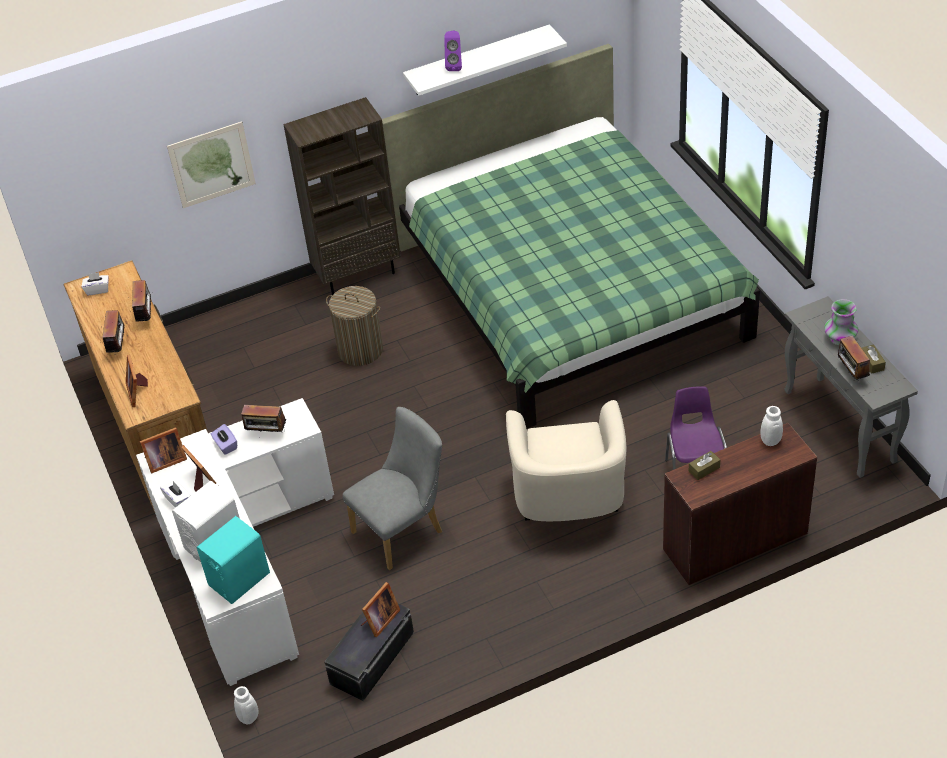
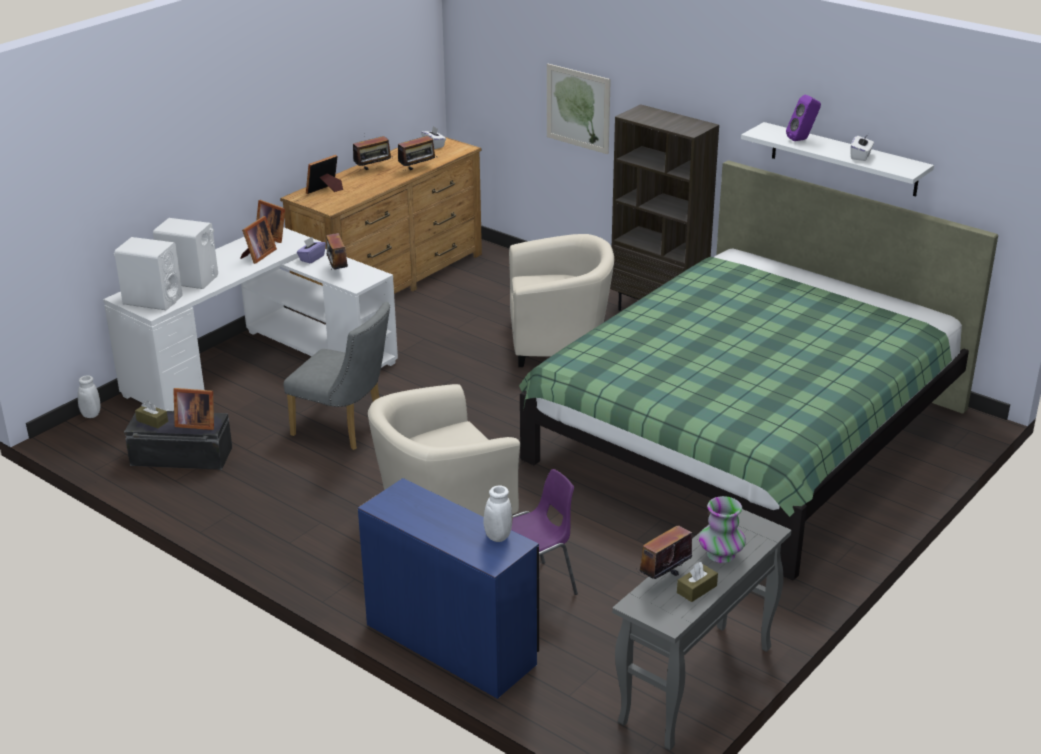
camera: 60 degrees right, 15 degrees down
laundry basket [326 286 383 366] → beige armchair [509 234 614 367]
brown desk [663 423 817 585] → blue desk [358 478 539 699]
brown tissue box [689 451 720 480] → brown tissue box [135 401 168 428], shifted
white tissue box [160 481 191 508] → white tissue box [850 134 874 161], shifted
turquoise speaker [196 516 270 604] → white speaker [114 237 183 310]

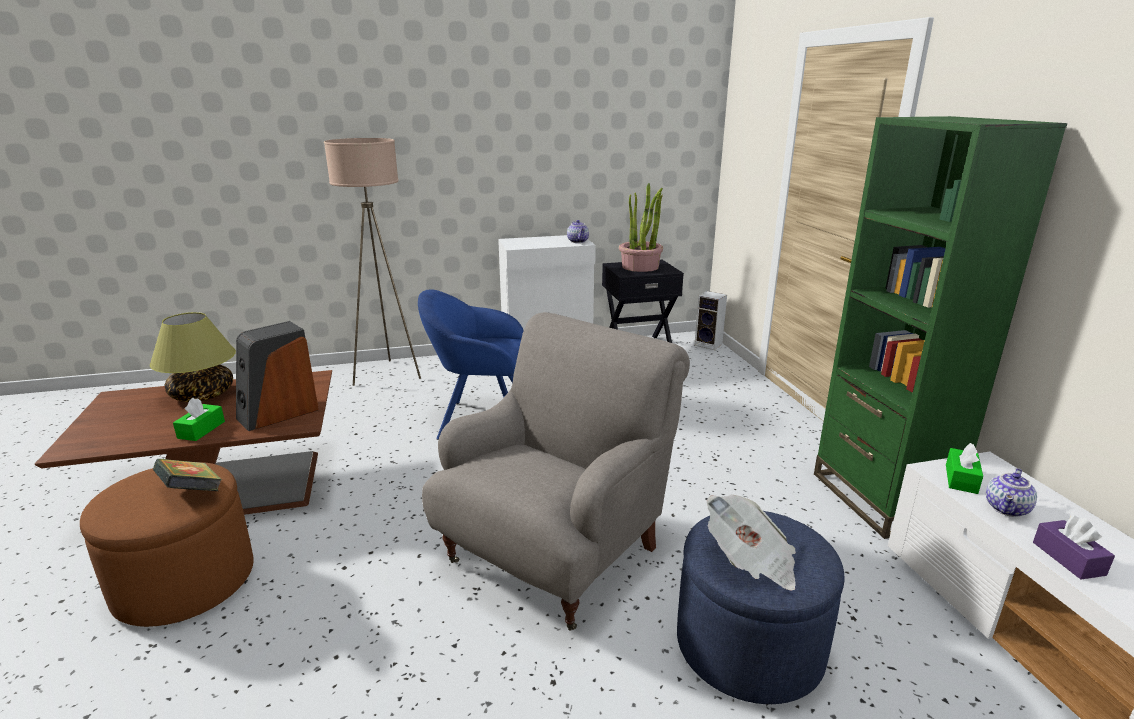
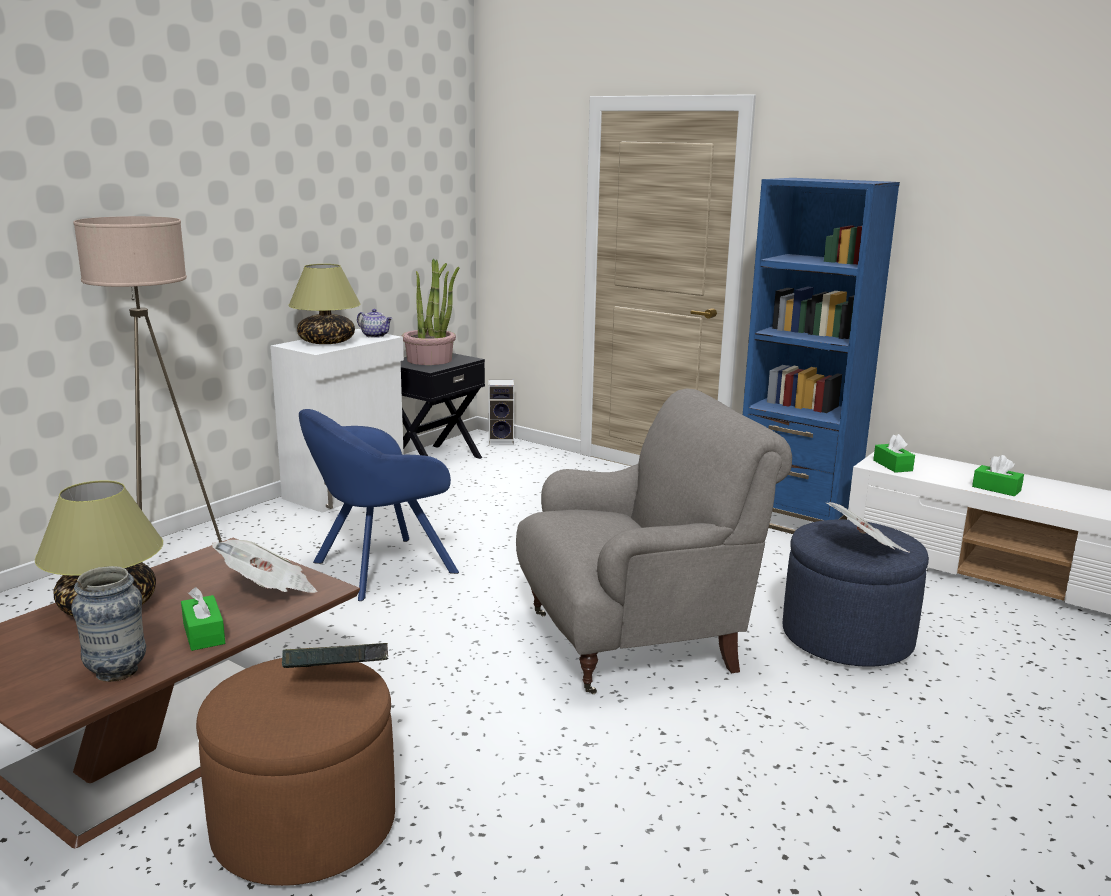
camera: 40 degrees left, 5 degrees down
green bookcase [814 116 1068 539] → blue bookcase [743 178 900 534]
grey armchair [422 312 690 631] → grey armchair [516 388 792 694], 75 degrees clockwise
speaker [236 321 319 431] → newspaper [212 540 318 593]
teapot [986 468 1037 517] → -
purple tissue box [1033 515 1115 579] → green tissue box [972 455 1024 496]
- → table lamp [288 264 361 344]
- → vase [71 566 146 682]

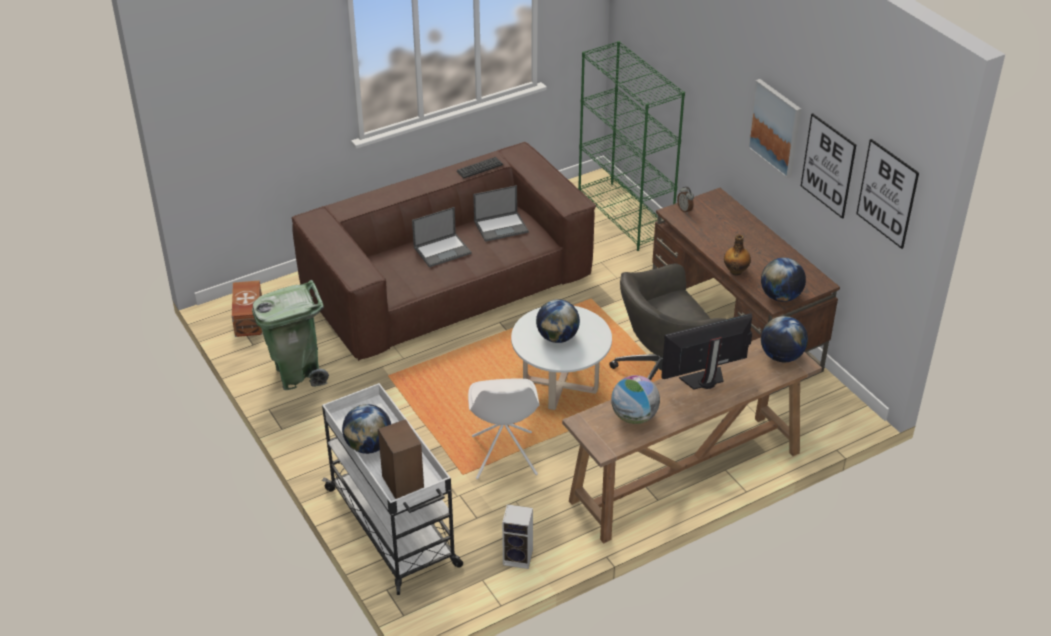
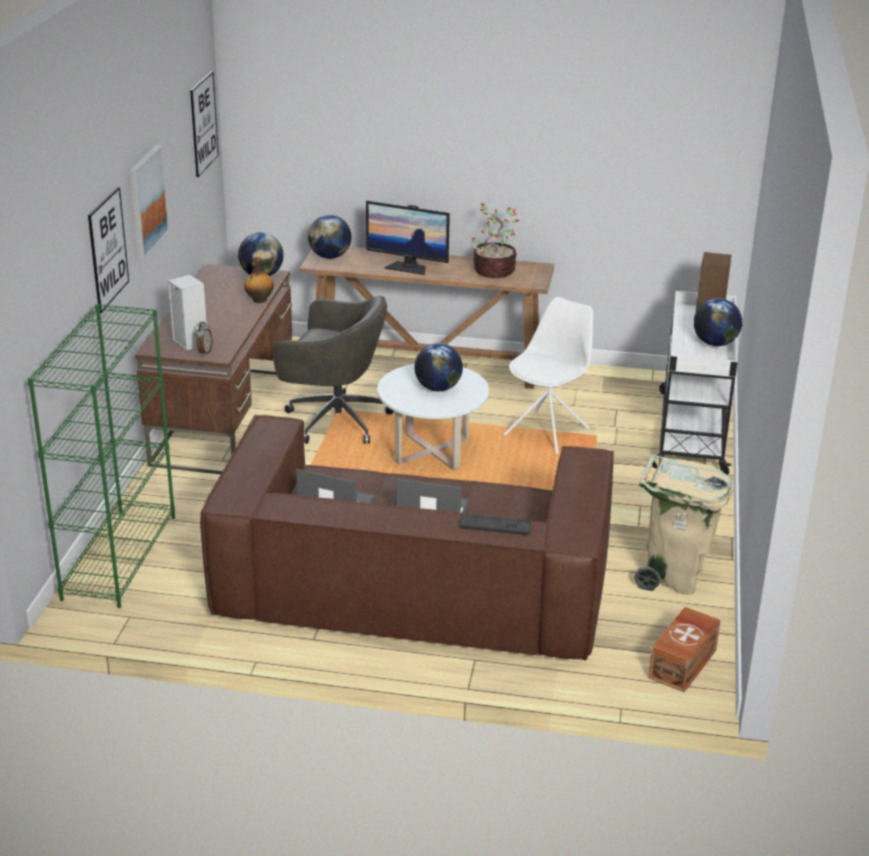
camera: 140 degrees left, 10 degrees down
picture [801 113 856 219] → picture [88 187 129 313], shifted
keyboard [457 157 503 178] → keyboard [459 514 532 535], shifted
green trash can [252 280 329 390] → beige trash can [634 454 732 595]
globe [611 375 660 424] → potted plant [472 203 519 278]
speaker [502 504 533 569] → speaker [168 274 207 350], shifted

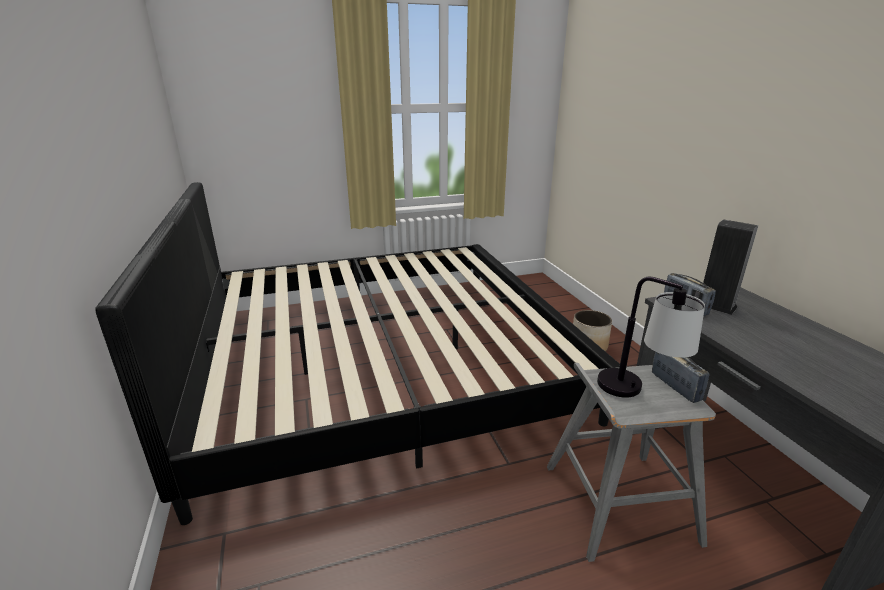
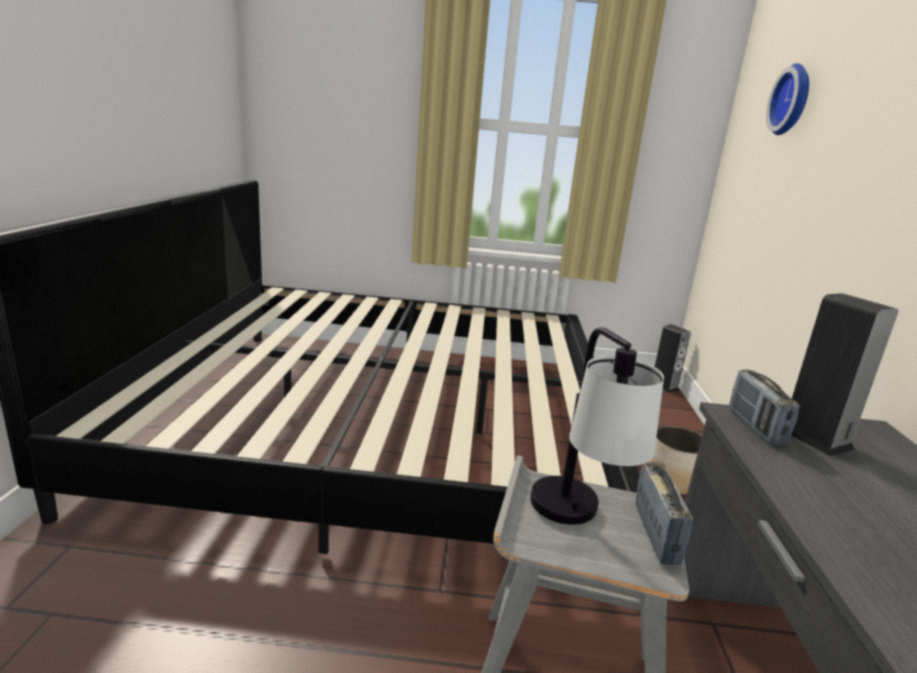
camera: 20 degrees right, 5 degrees down
- → wall clock [766 63 809 135]
- → speaker [655 324 691 393]

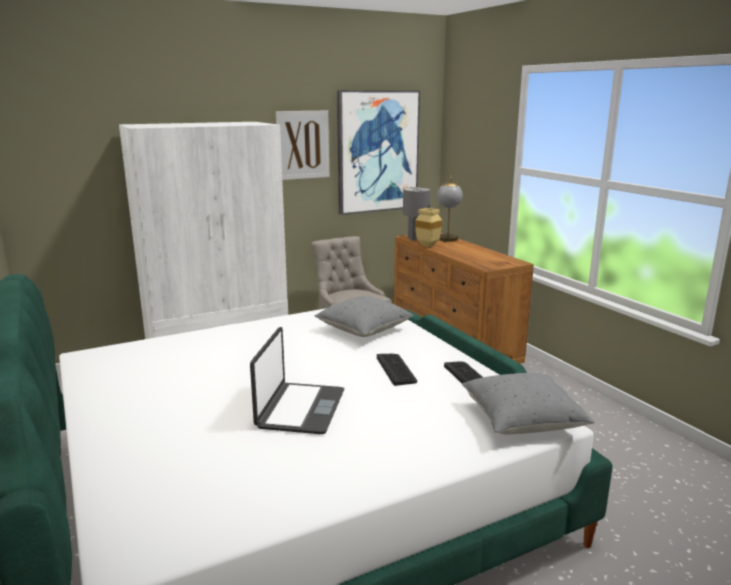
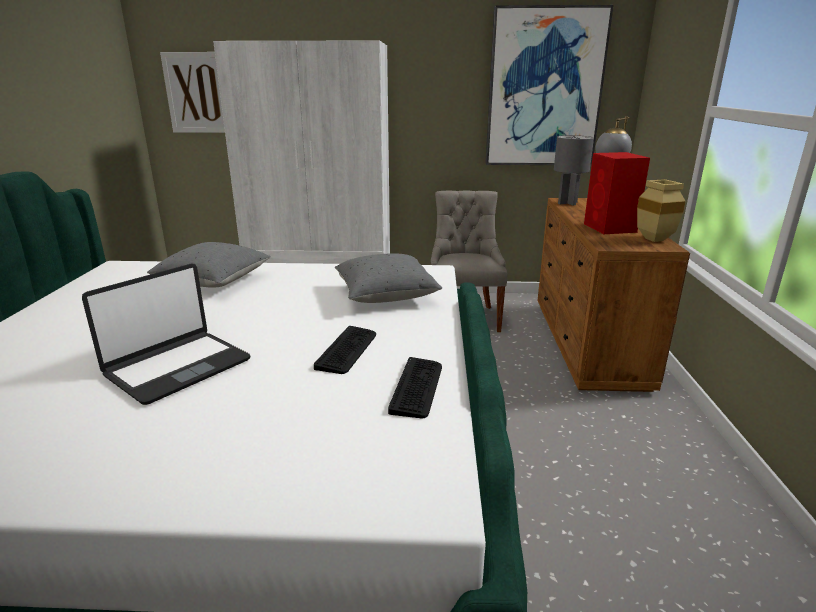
camera: 30 degrees right, 5 degrees up
picture [276 111 329 180] → picture [160 52 225 133], shifted
beige vase [415 208 442 247] → beige vase [637 179 686 242], shifted
grey pillow [462 373 595 434] → grey pillow [147 242 271 288], shifted
- → red speaker [584 152 650 234]

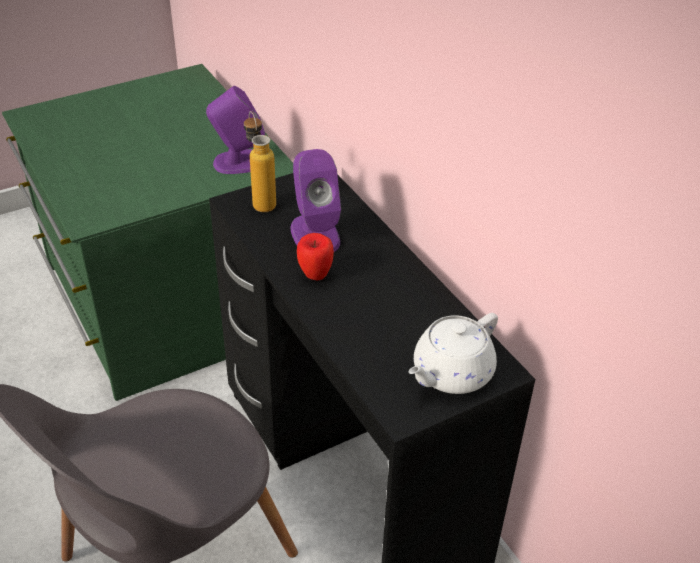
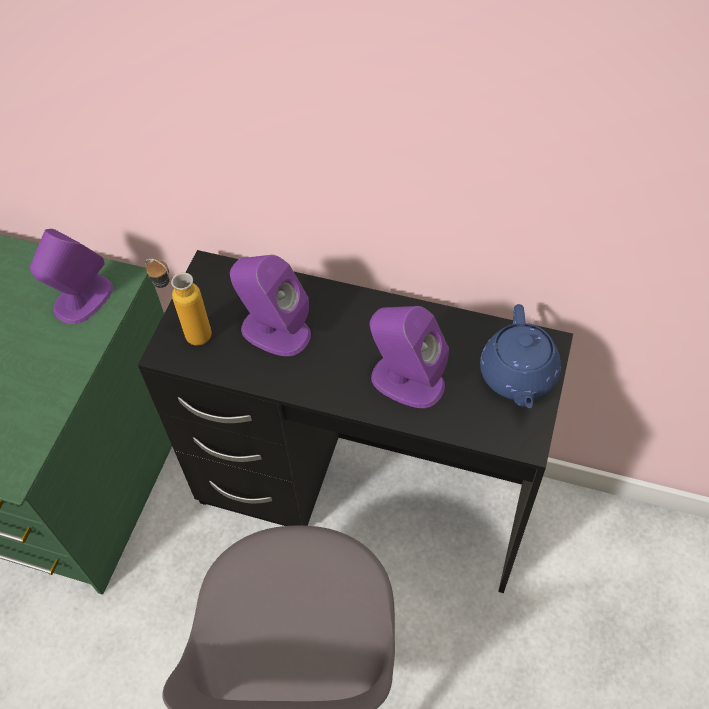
camera: 40 degrees left, 15 degrees up
apple [297 233 334 281] → -
white teapot [408 313 498 394] → blue teapot [480 304 561 408]
- → purple speaker [370 306 449 408]

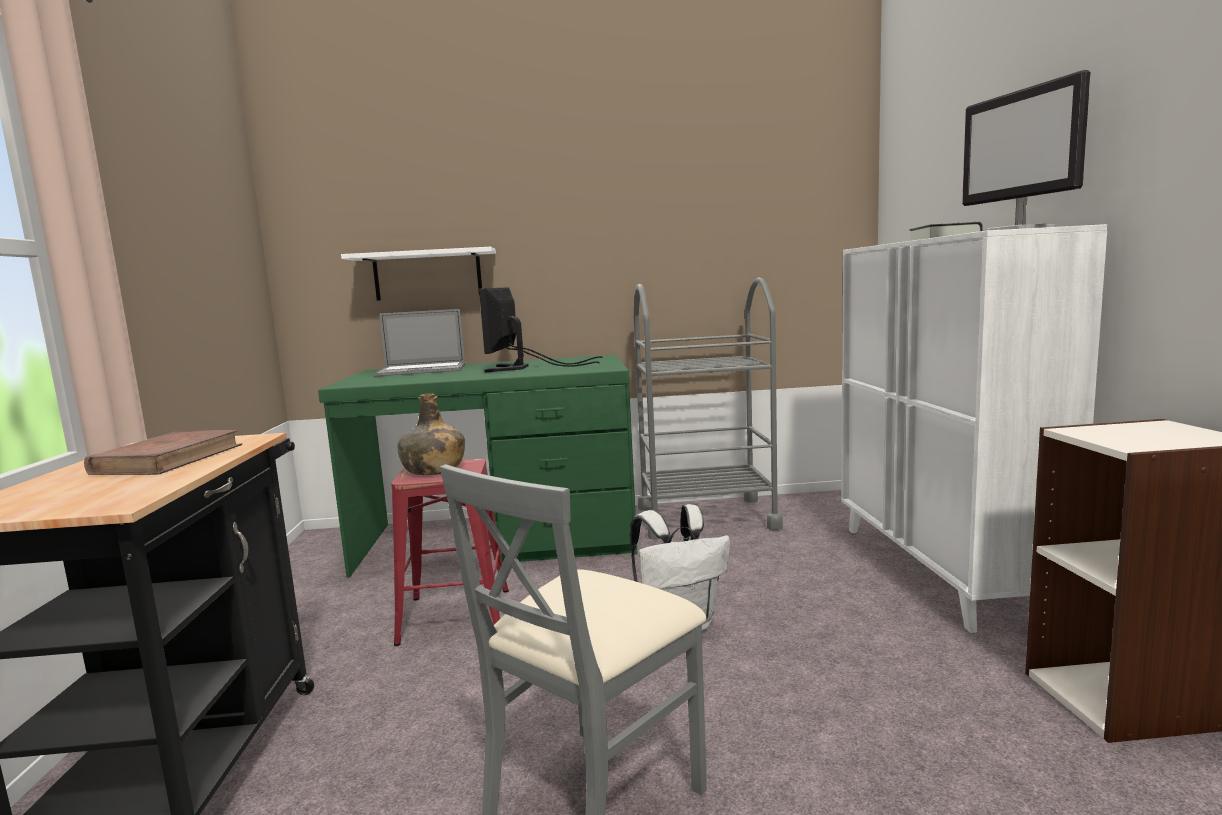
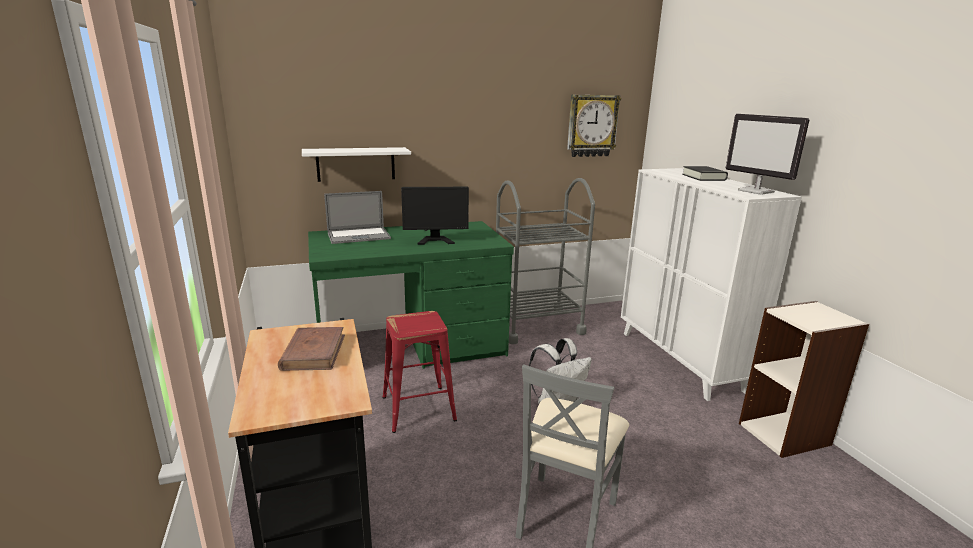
camera: 15 degrees left, 10 degrees up
monitor [479 287 602 373] → monitor [401 187 469 245], 90 degrees counterclockwise
green bottle [397 393 465 475] → -
- → wall clock [567 95 621 157]

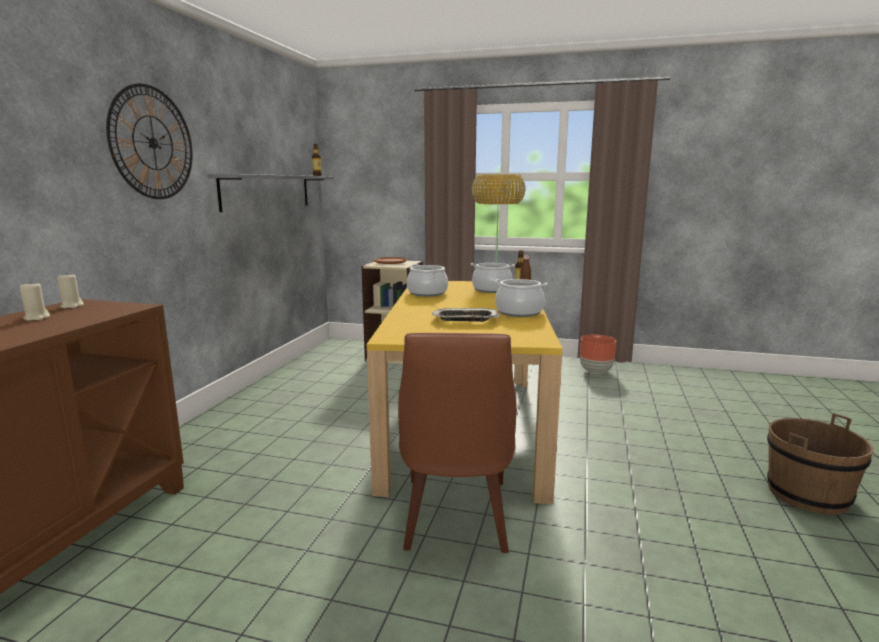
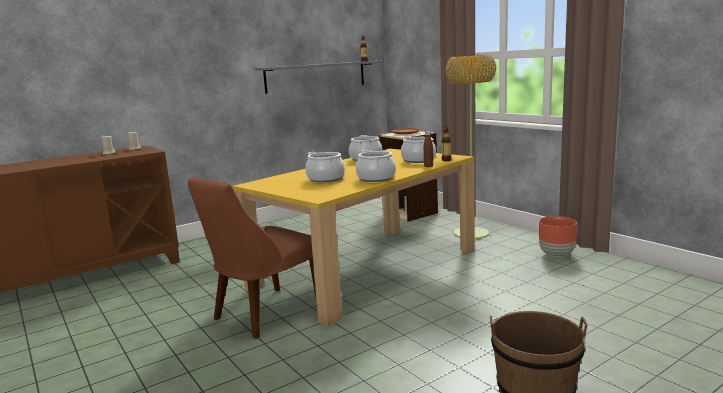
camera: 40 degrees right, 0 degrees up
wall clock [106 83 192 199] → -
tray [432 308 500 322] → cooking pot [305 152 345 182]

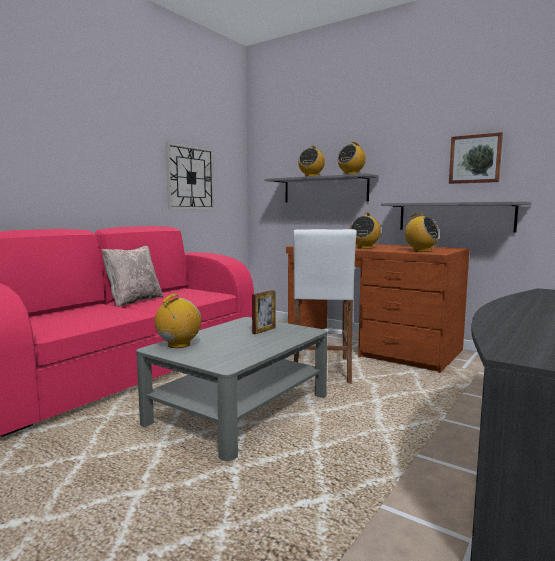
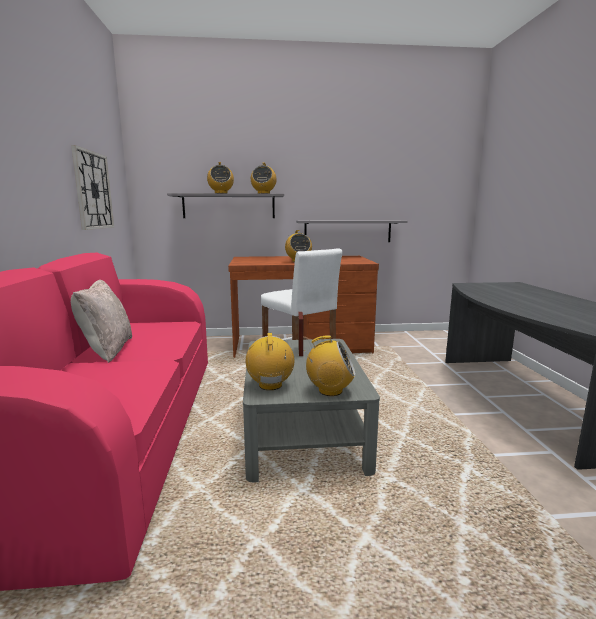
camera: 40 degrees left, 5 degrees up
picture [449 132 503 184] → -
radio [404 212 440 252] → radio [304 336 356 396], shifted

